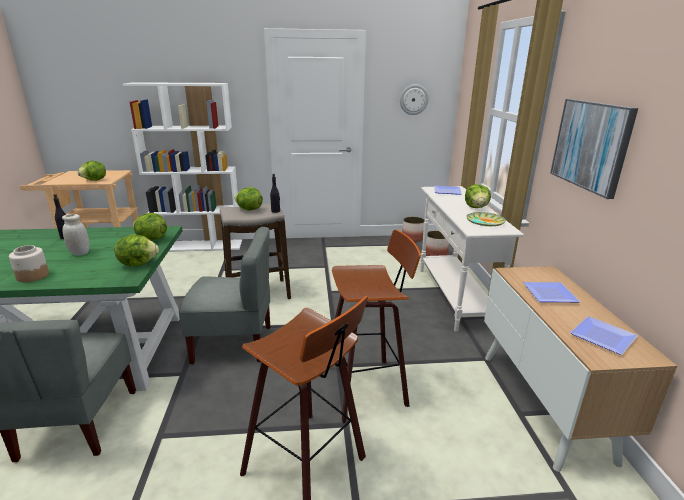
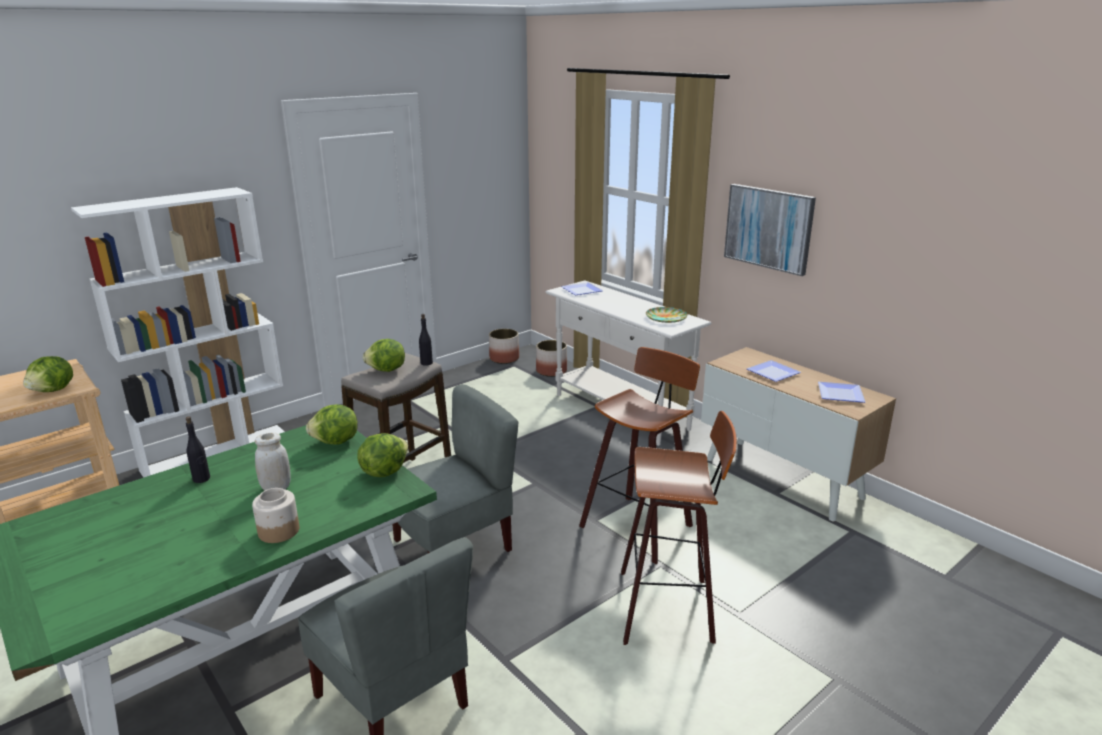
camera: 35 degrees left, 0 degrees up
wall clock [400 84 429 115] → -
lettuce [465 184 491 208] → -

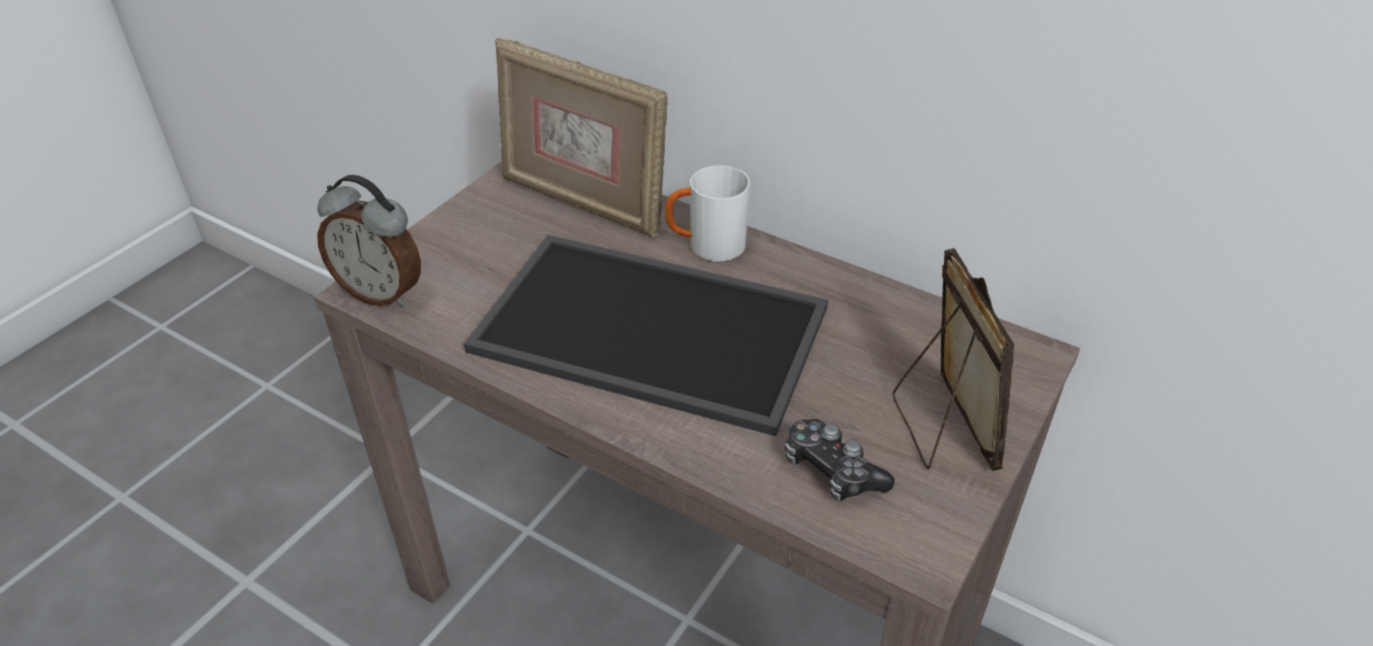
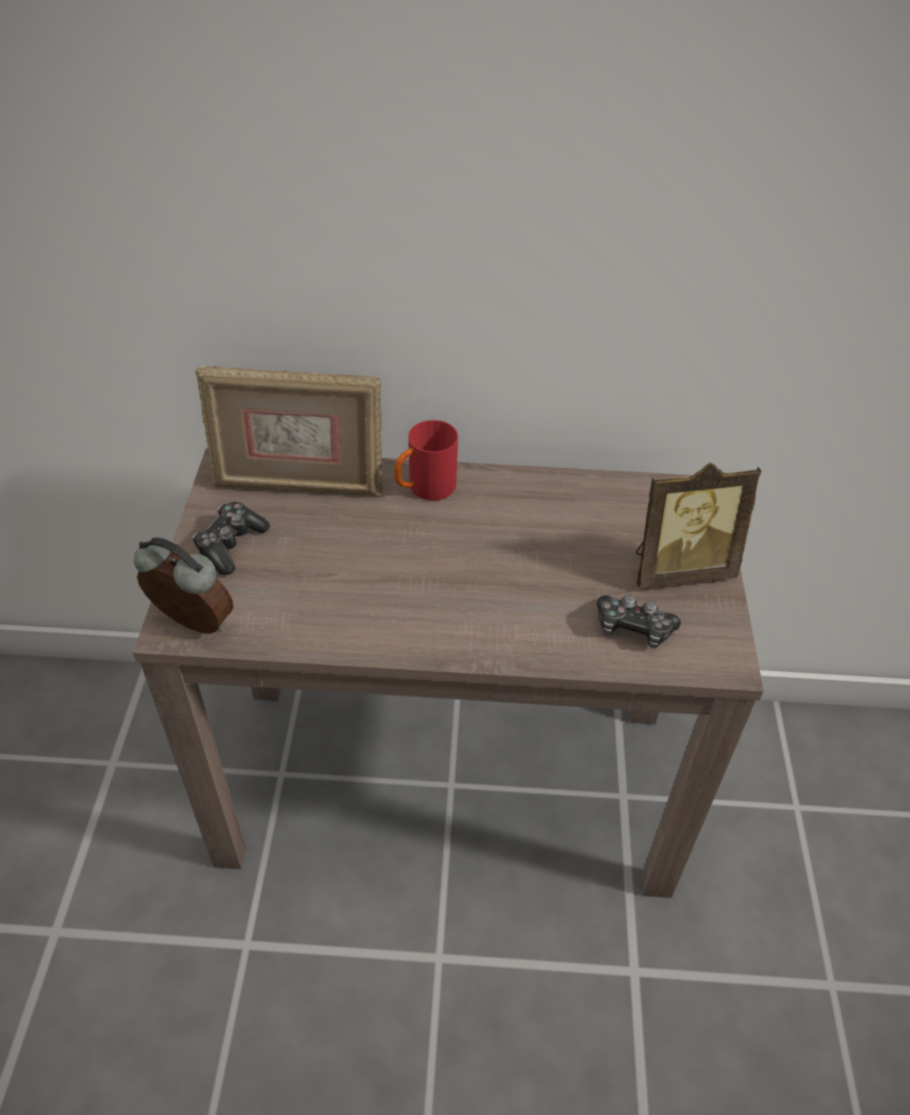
camera: 30 degrees left, 5 degrees up
white mug [665 166 750 262] → red mug [394 420 458 500]
alarm clock [317 175 421 307] → alarm clock [134 537 234 634], 150 degrees counterclockwise
tray [464 235 828 436] → -
picture frame [892 248 1015 471] → picture frame [635 463 761 589], 120 degrees clockwise
- → game controller [192 502 270 575]

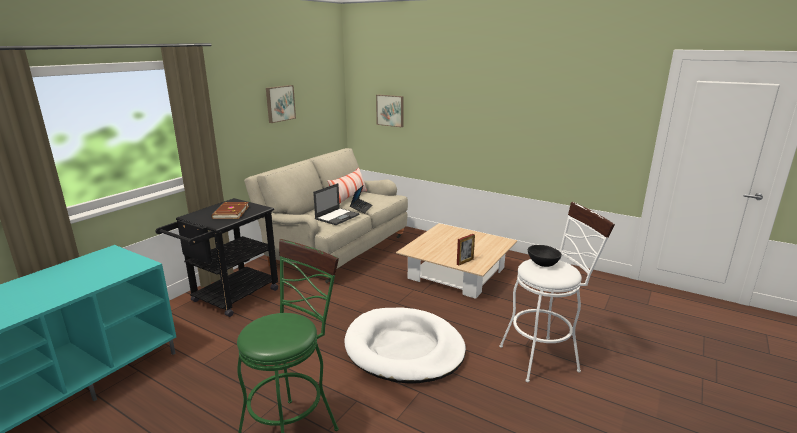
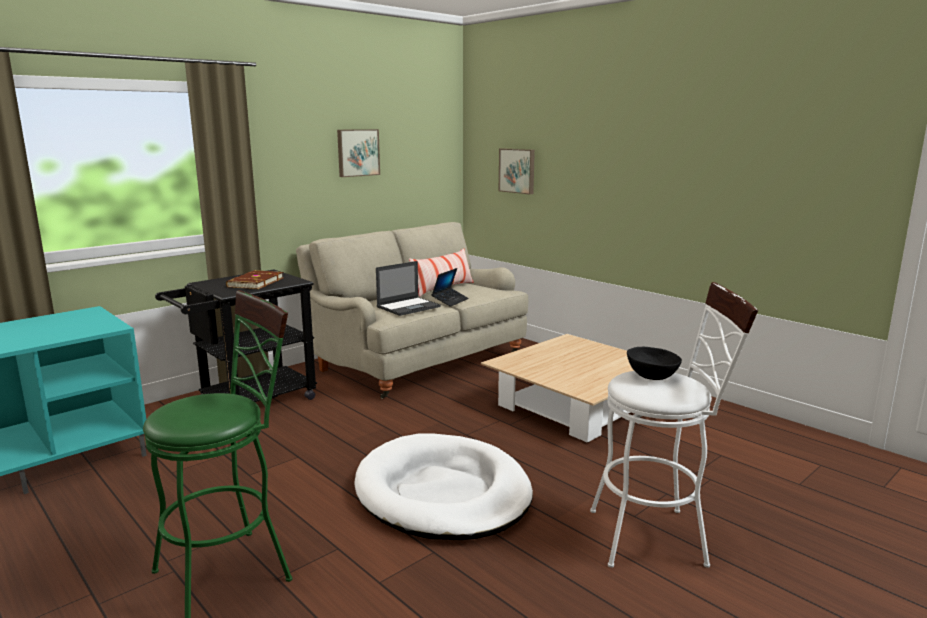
camera: 15 degrees right, 5 degrees down
picture frame [457 234 475 266] → -

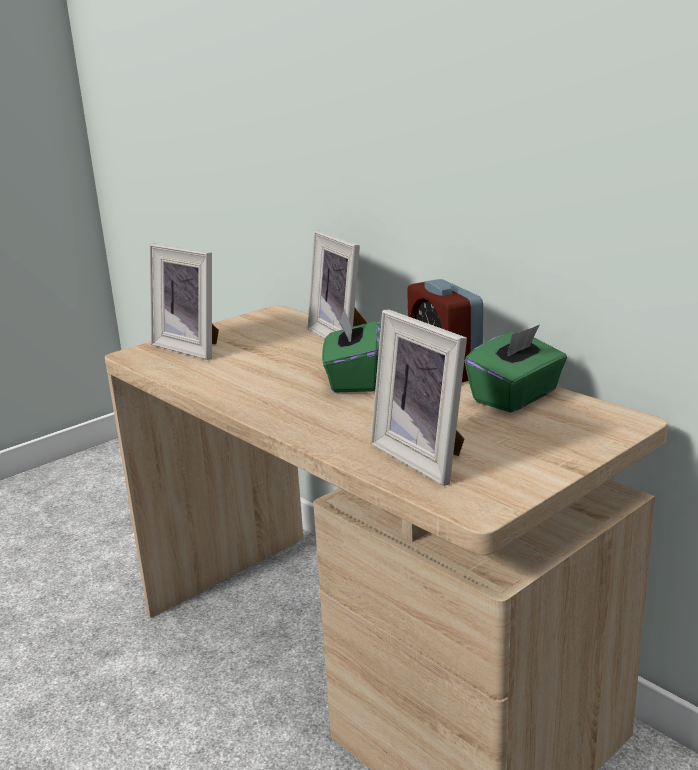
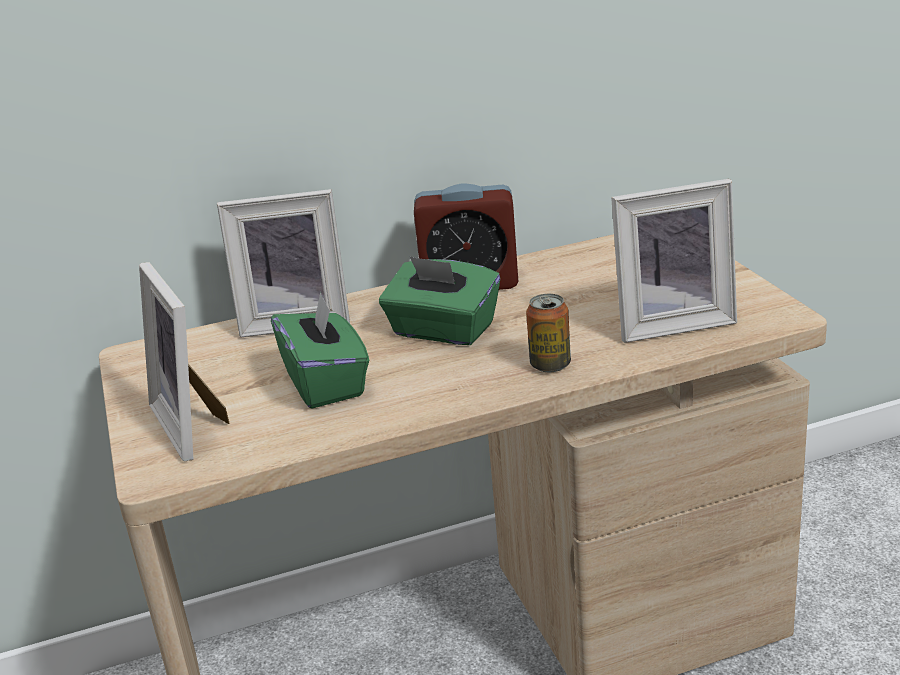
camera: 65 degrees left, 5 degrees up
picture frame [149 244 219 360] → picture frame [139 262 230 461], 90 degrees clockwise
green tissue box [465 325 567 413] → green tissue box [271 292 369 409], shifted
- → can [526 294 571 372]

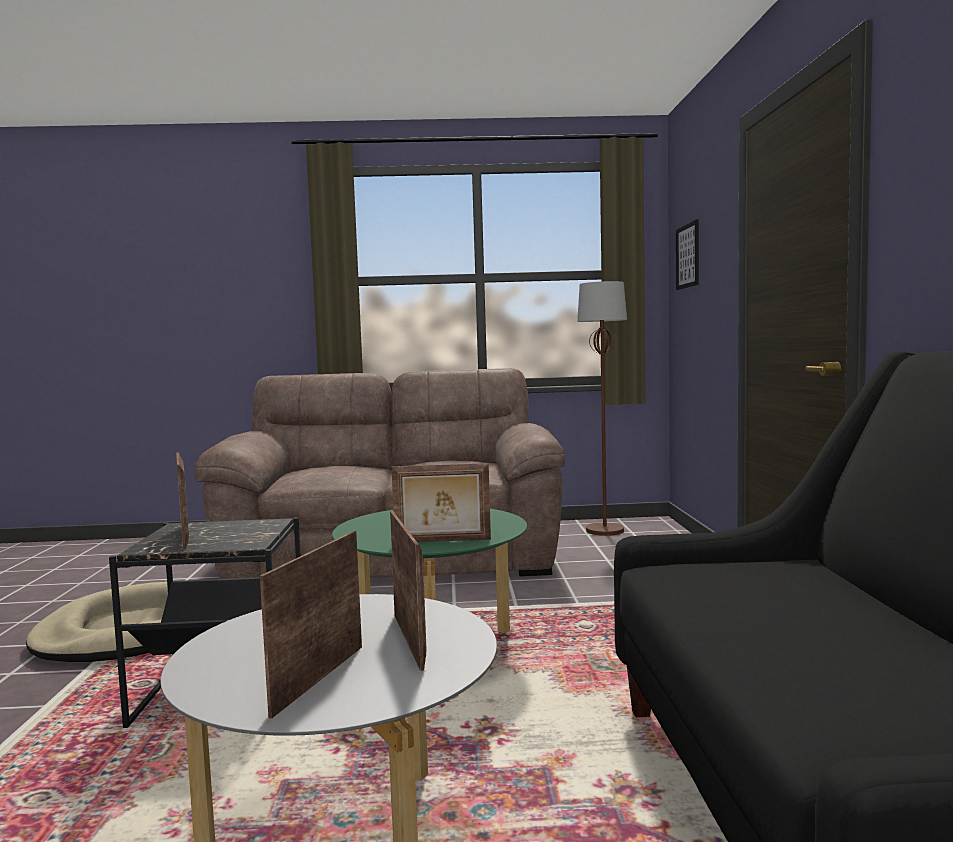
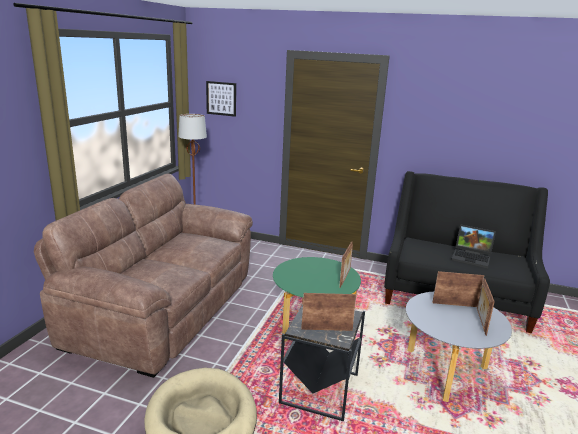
camera: 70 degrees left, 15 degrees up
picture frame [260 531 362 719] → picture frame [477 278 495 336], 60 degrees clockwise
- → laptop [451 224 496 269]

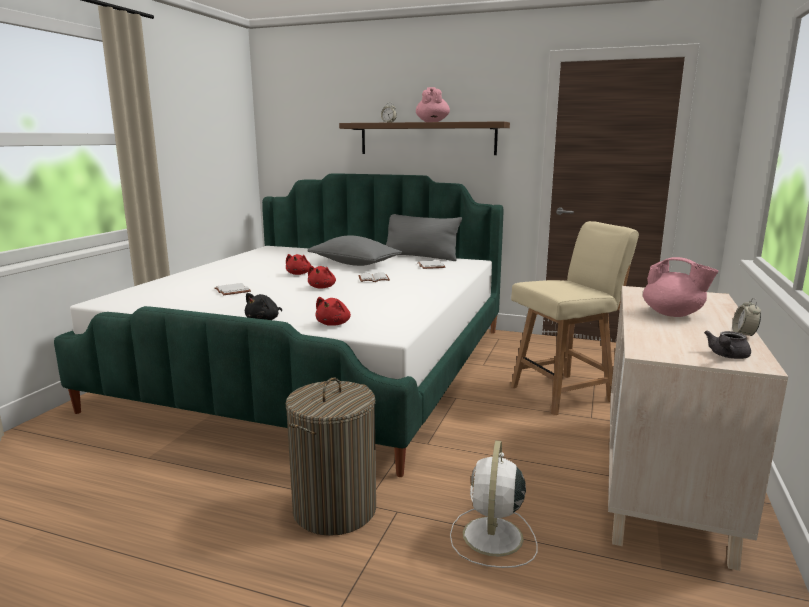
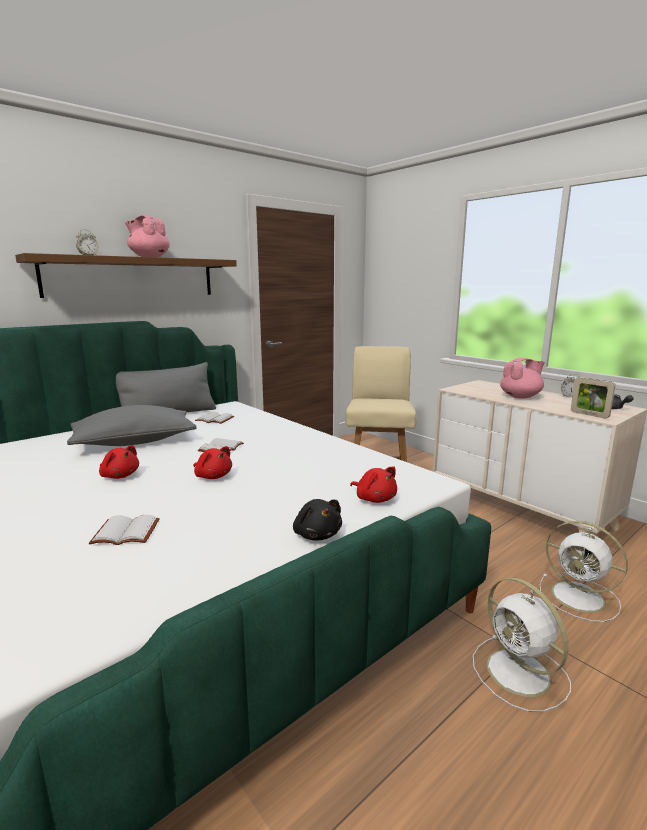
camera: 60 degrees left, 0 degrees up
laundry basket [286 377 376 536] → white fan [473 577 571 712]
- → picture frame [571 377 616 419]

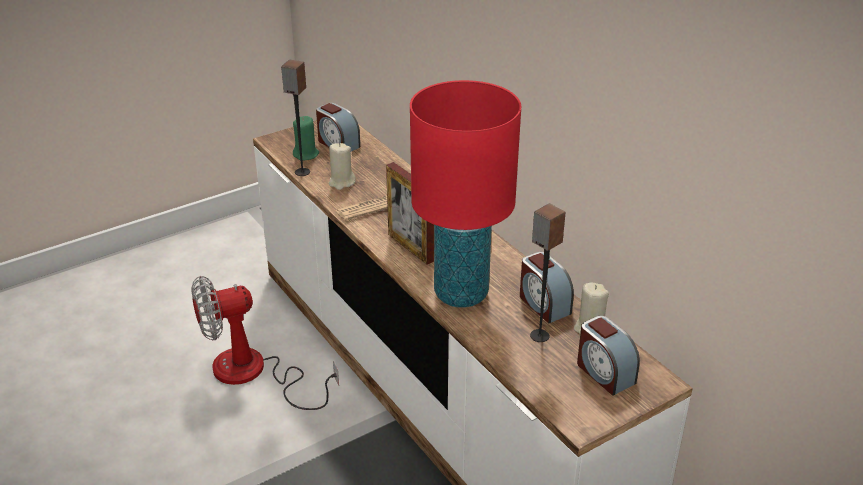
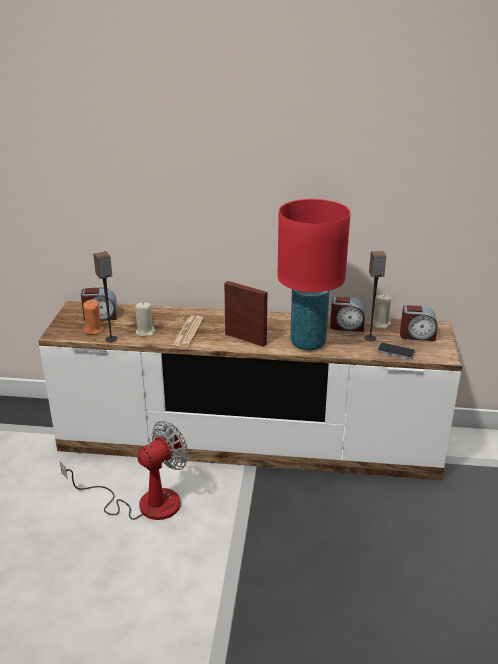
camera: 50 degrees left, 5 degrees down
green candle [293 116 319 161] → orange candle [83 300 104 335]
picture frame [386 162 434 264] → picture frame [224 281 267 347], 150 degrees counterclockwise
fan [191 276 339 410] → fan [60 421 189 520], 150 degrees counterclockwise
- → phone [377 343 416 359]

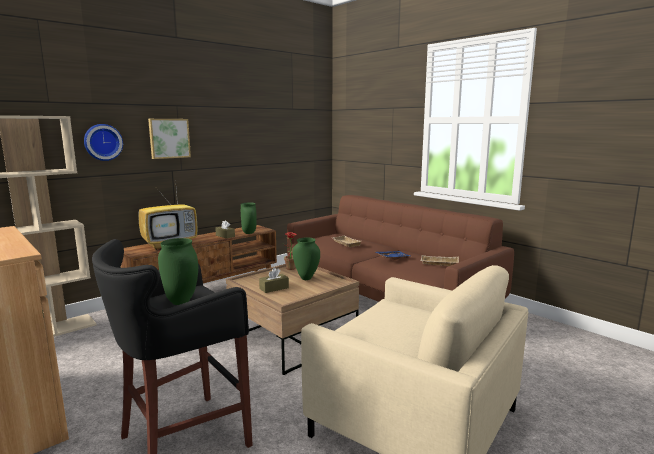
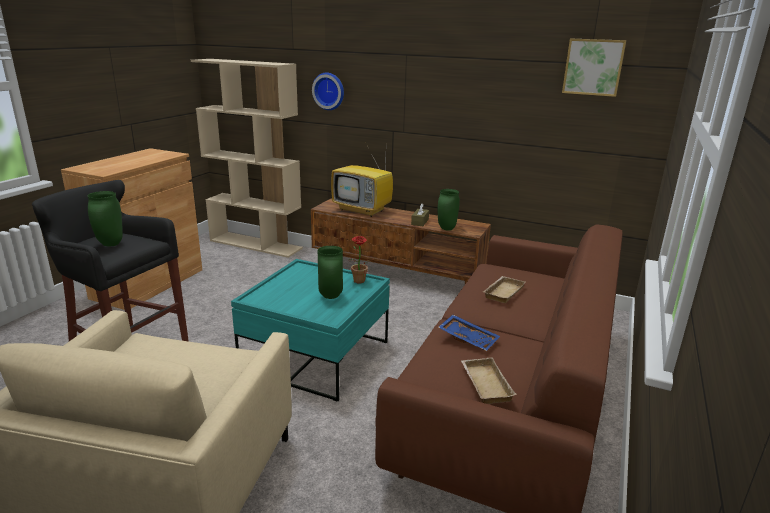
camera: 65 degrees right, 10 degrees up
picture [148 119 191 159] → picture [562 39 626 97], shifted
brown coffee table [226 264 359 375] → turquoise coffee table [231 259 390 401]
brown tissue box [259 267 289 293] → -

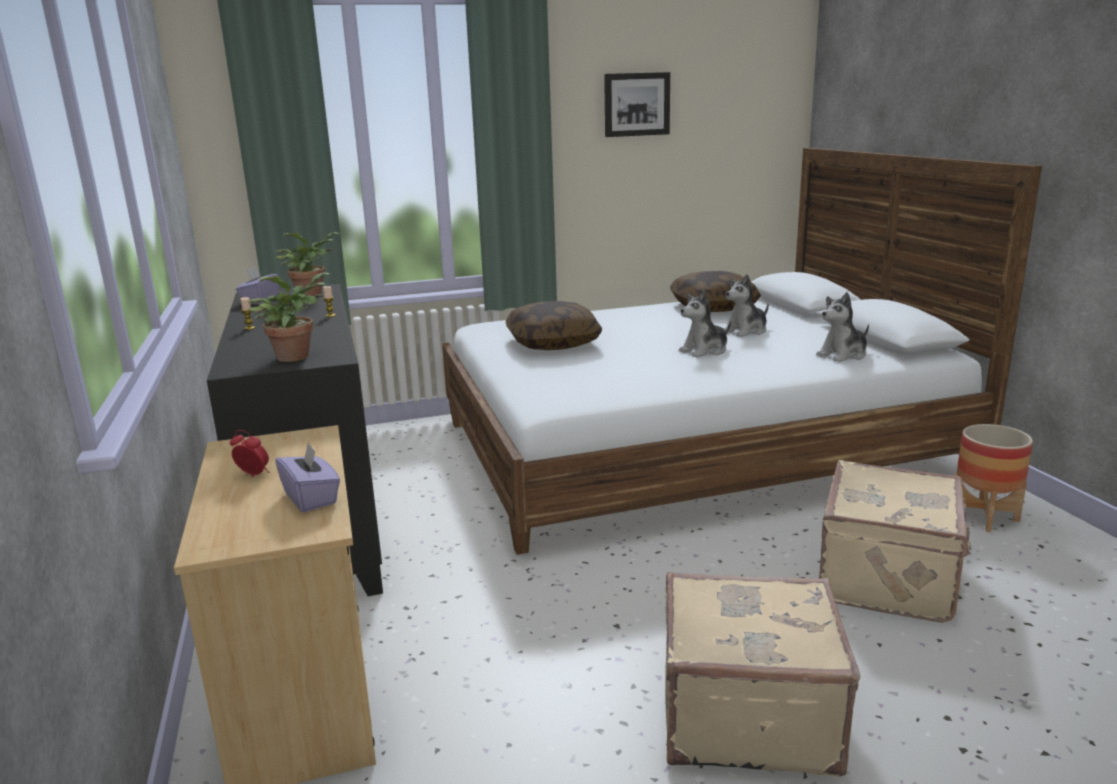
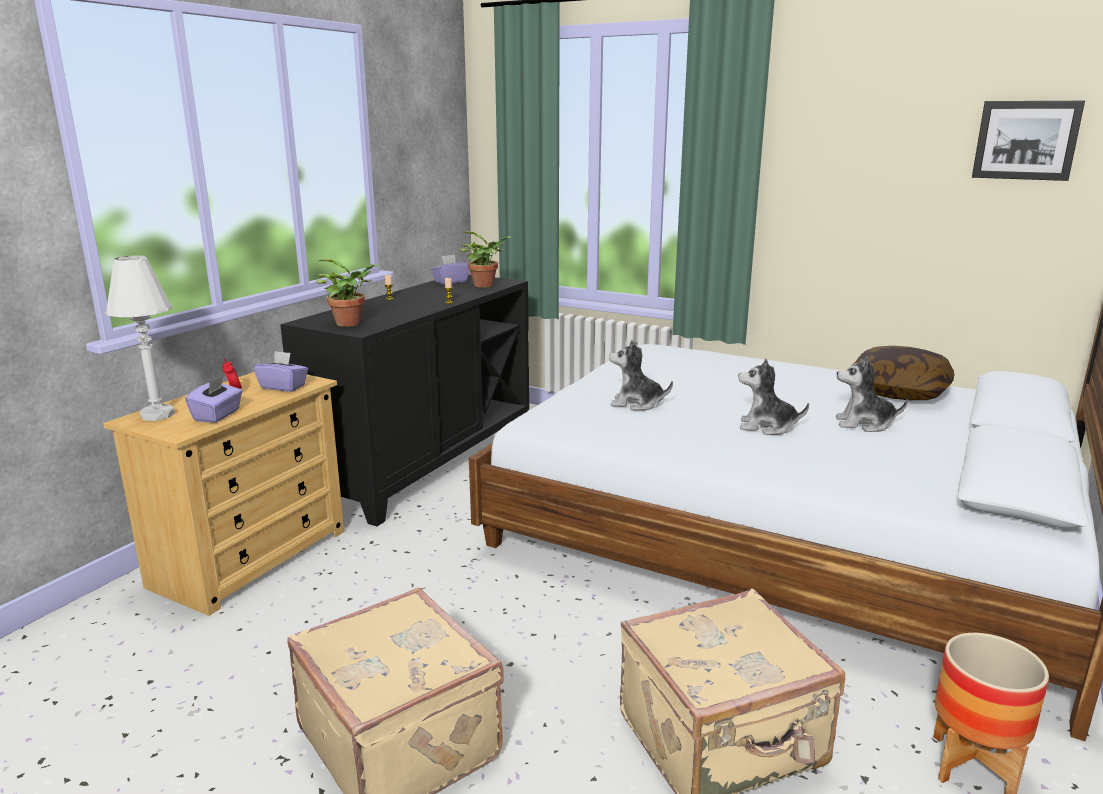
camera: 45 degrees right, 0 degrees up
picture [604 72 670 137] → picture [972 101 1085 181], shifted
plush toy [816 292 869 362] → plush toy [609 339 673 411], shifted
pillow [505 301 602 350] → -
- → white table lamp [105 255 175 421]
- → purple tissue box [253 351 308 392]

